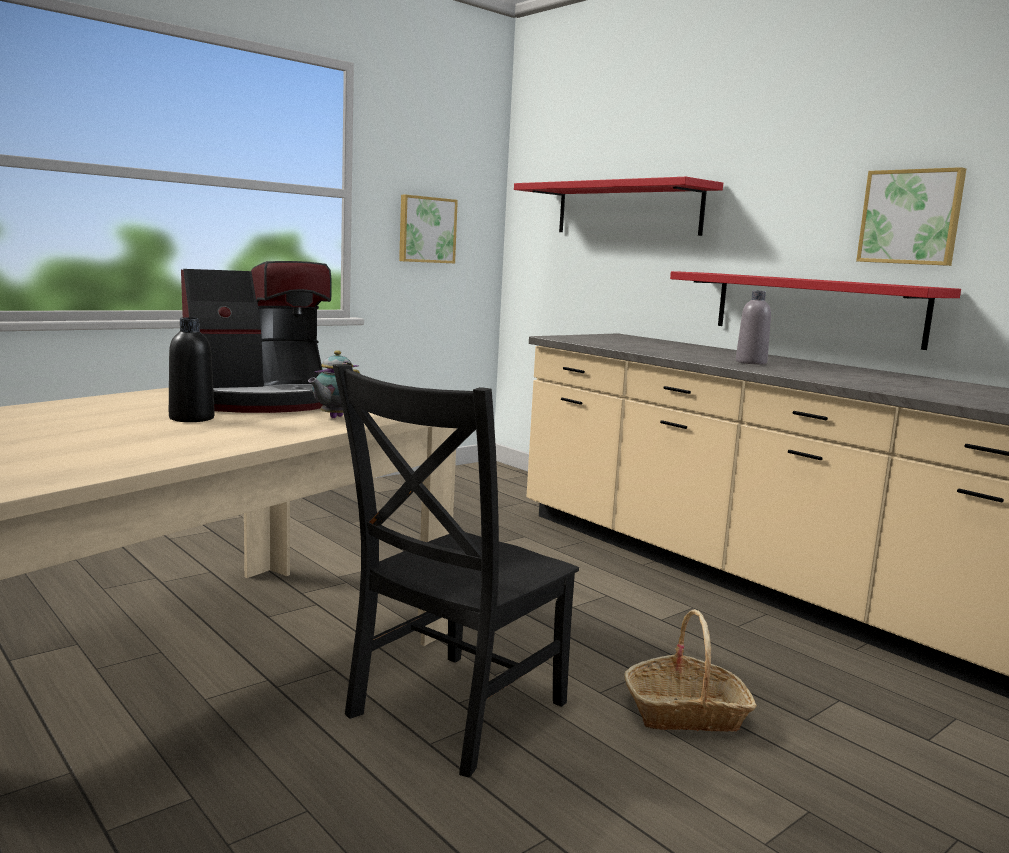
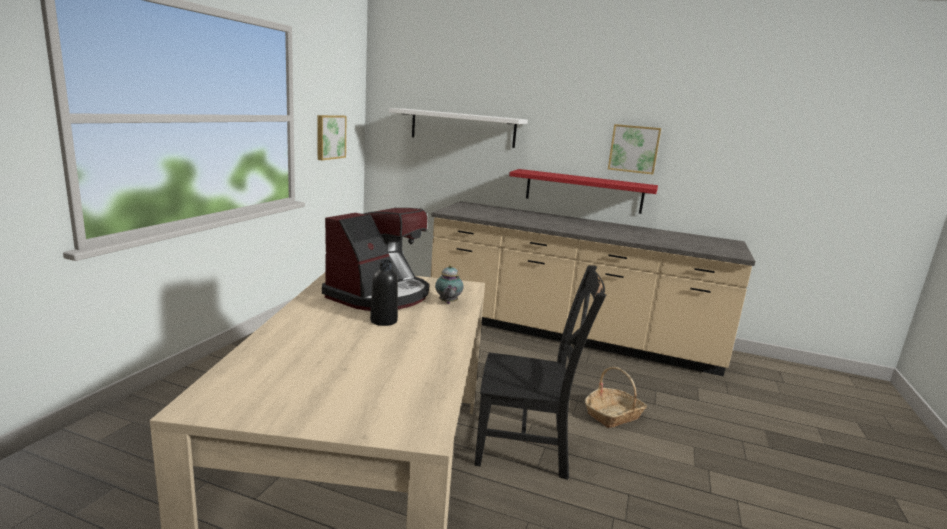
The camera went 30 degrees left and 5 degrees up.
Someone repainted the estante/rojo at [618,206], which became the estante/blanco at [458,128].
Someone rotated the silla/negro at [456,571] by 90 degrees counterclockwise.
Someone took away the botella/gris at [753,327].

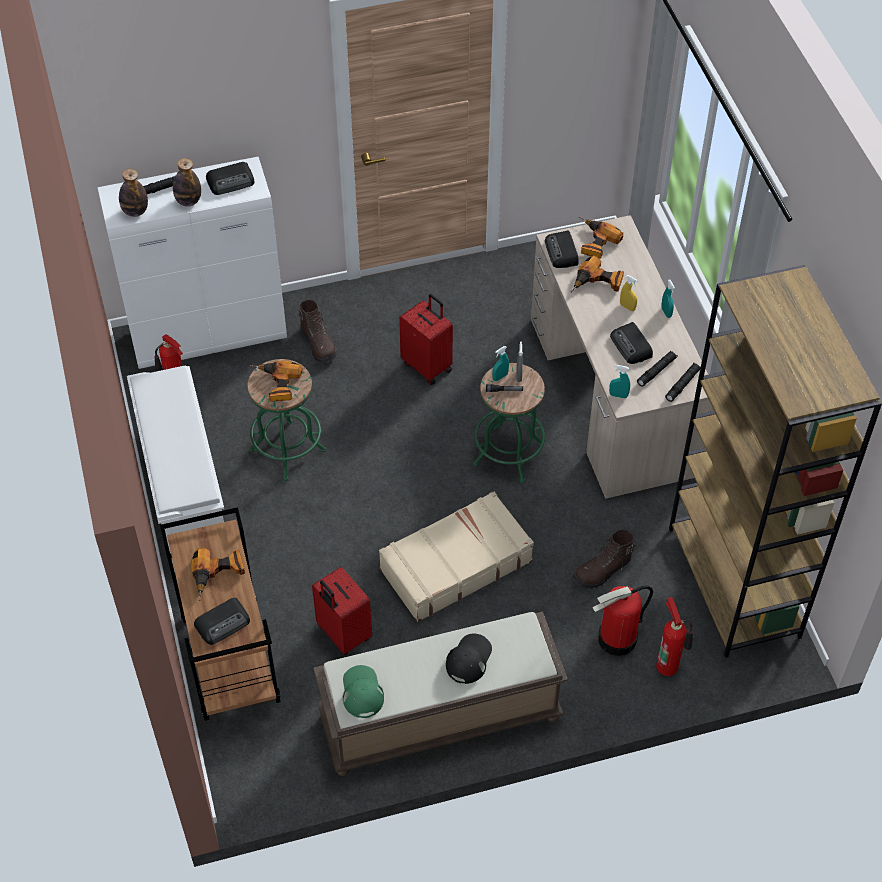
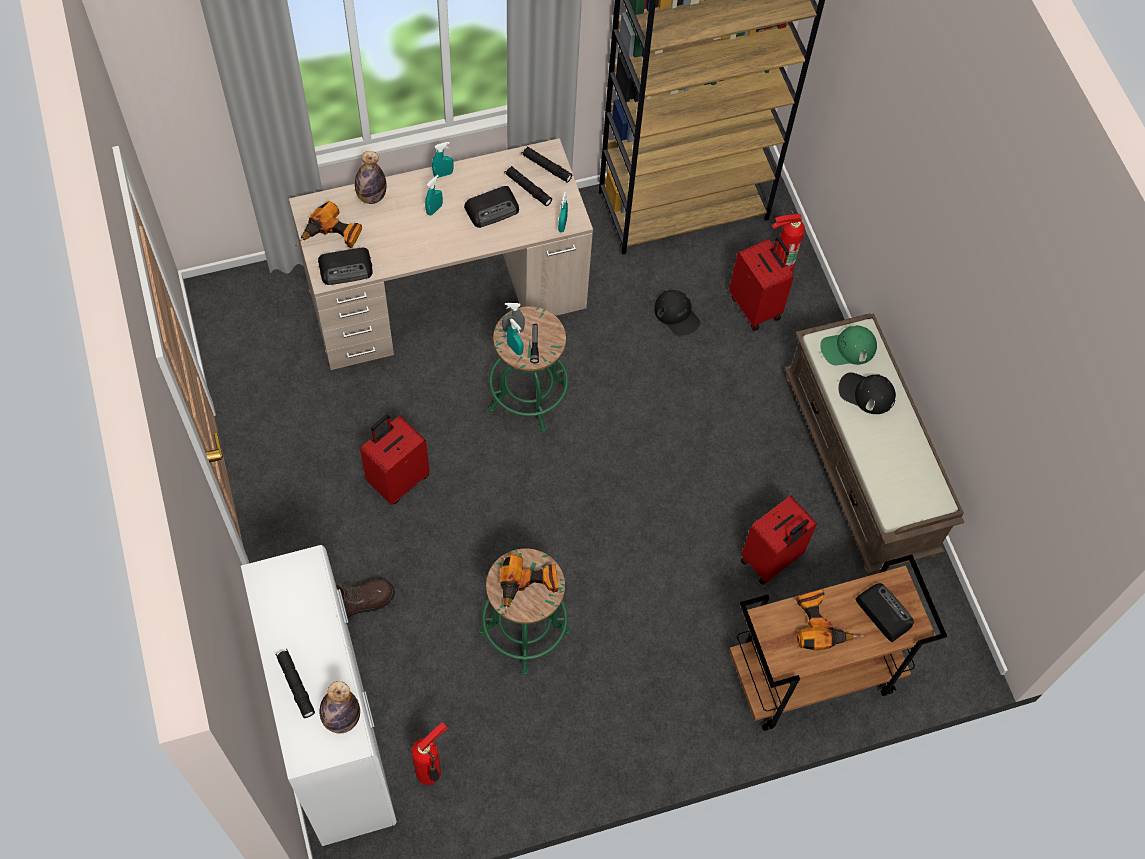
The camera went 95 degrees left and 10 degrees up.
Someone carried the botella from [187,182] to [370,177].
Someone repainted the pulverizador/amarillo at [629,293], which became the pulverizador/turquesa at [434,195].
Someone swapped the bota/marrón at [604,559] for the gorra/negro at [677,313].
Someone swapped the extintor at [622,621] for the maleta/rojo at [761,284].
Someone carried the gorra/verde from [363,691] to [848,345].
Someone took away the zapatero/blanco at [175,469].
Someone took away the radio at [230,178].
Someone took away the maleta/beis at [456,556].
Someone took away the taladro at [597,274].

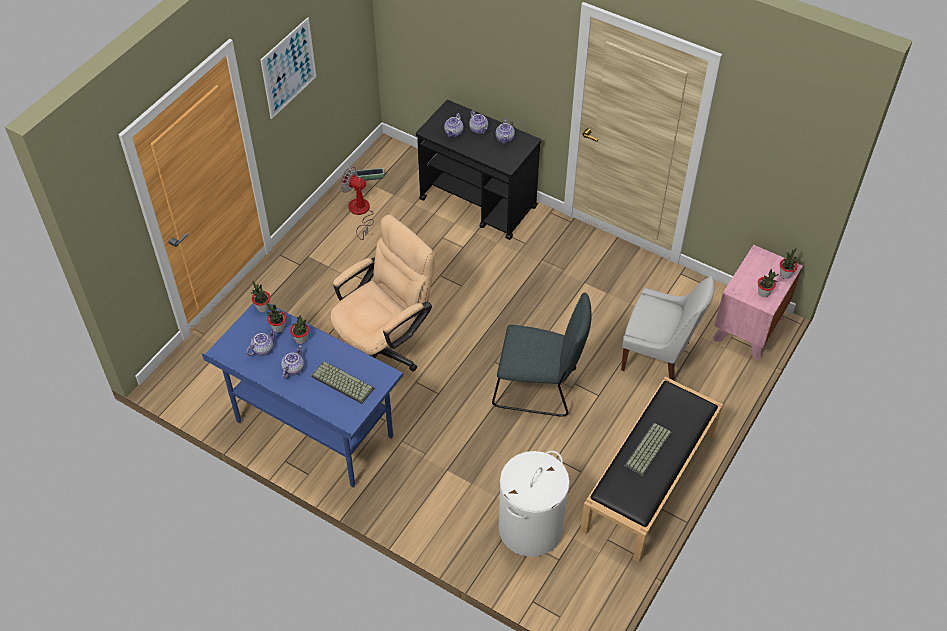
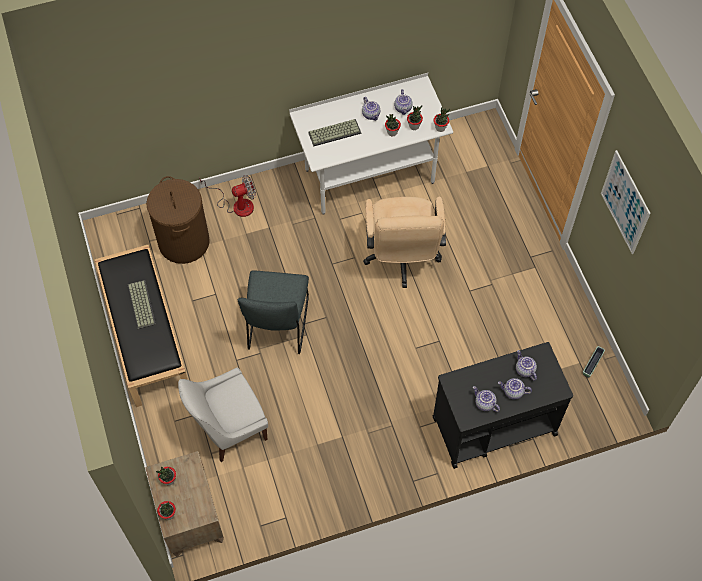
The camera went 130 degrees right and 10 degrees up.
Someone repainted the mesita de noche/rosa at [758,303], which became the mesita de noche/marrón at [184,504].
Someone repainted the cesto de la ropa/blanco at [534,504], which became the cesto de la ropa/marrón at [178,220].
Someone carried the ventilador from [357,203] to [227,196].
Someone rotated the silla/gris at [542,354] by 45 degrees counterclockwise.
Someone repainted the escritorio/azul at [303,395], which became the escritorio/blanco at [371,144].

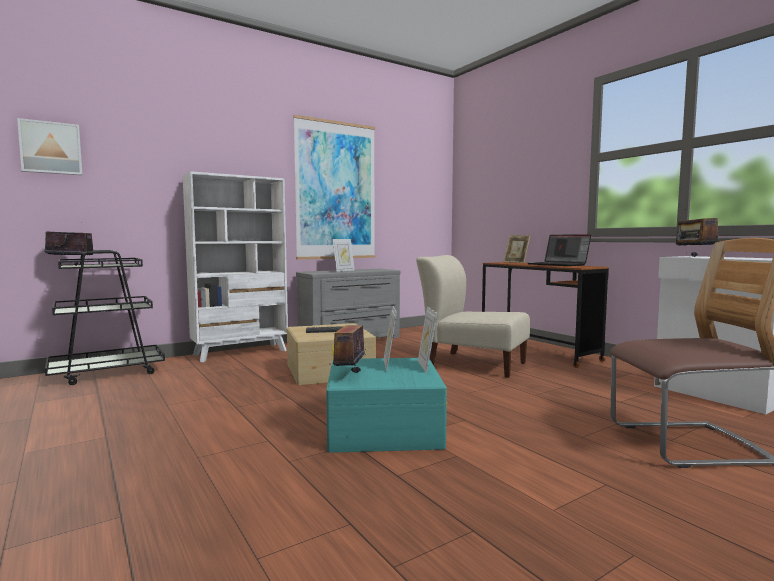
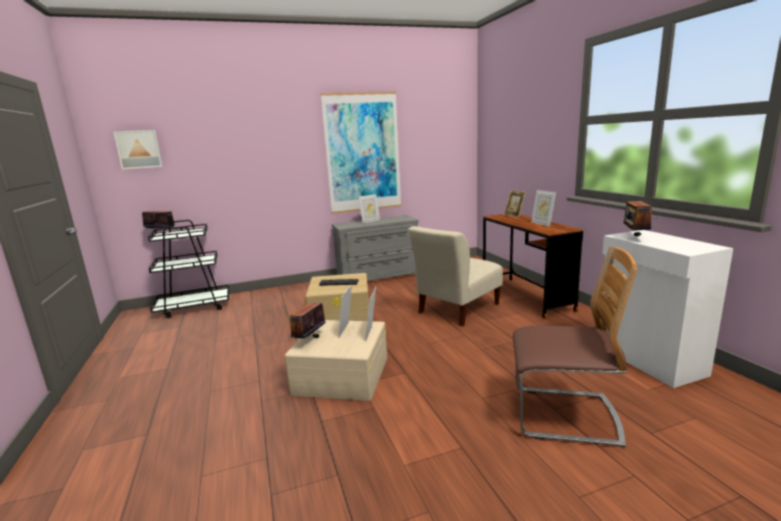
The camera went 15 degrees right and 10 degrees up.
Someone repainted the caja de almacenaje/turquesa at [386,405], which became the caja de almacenaje/beis at [336,360].
Someone rotated the silla/beis at [473,316] by 90 degrees counterclockwise.
Someone swapped the portátil at [559,250] for the portarretratos at [543,208].
Someone took away the estantería/blanco at [235,266].

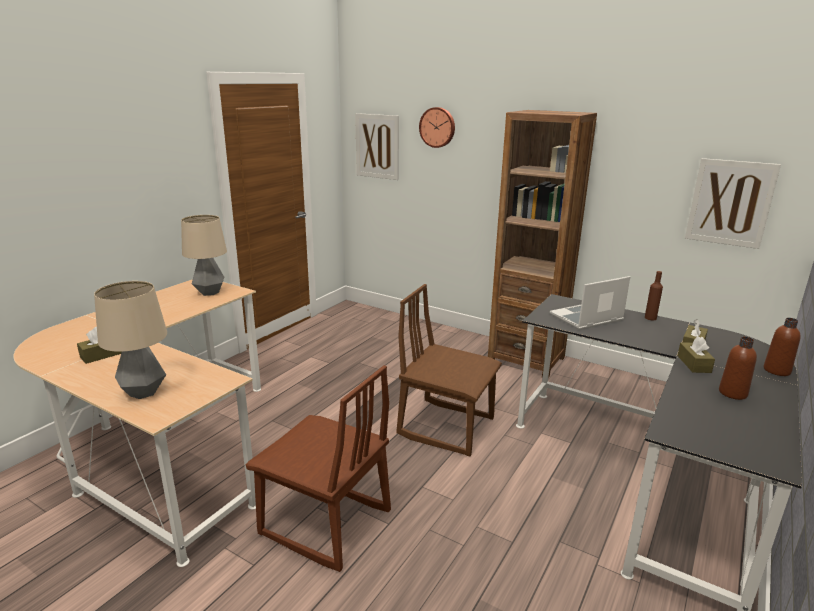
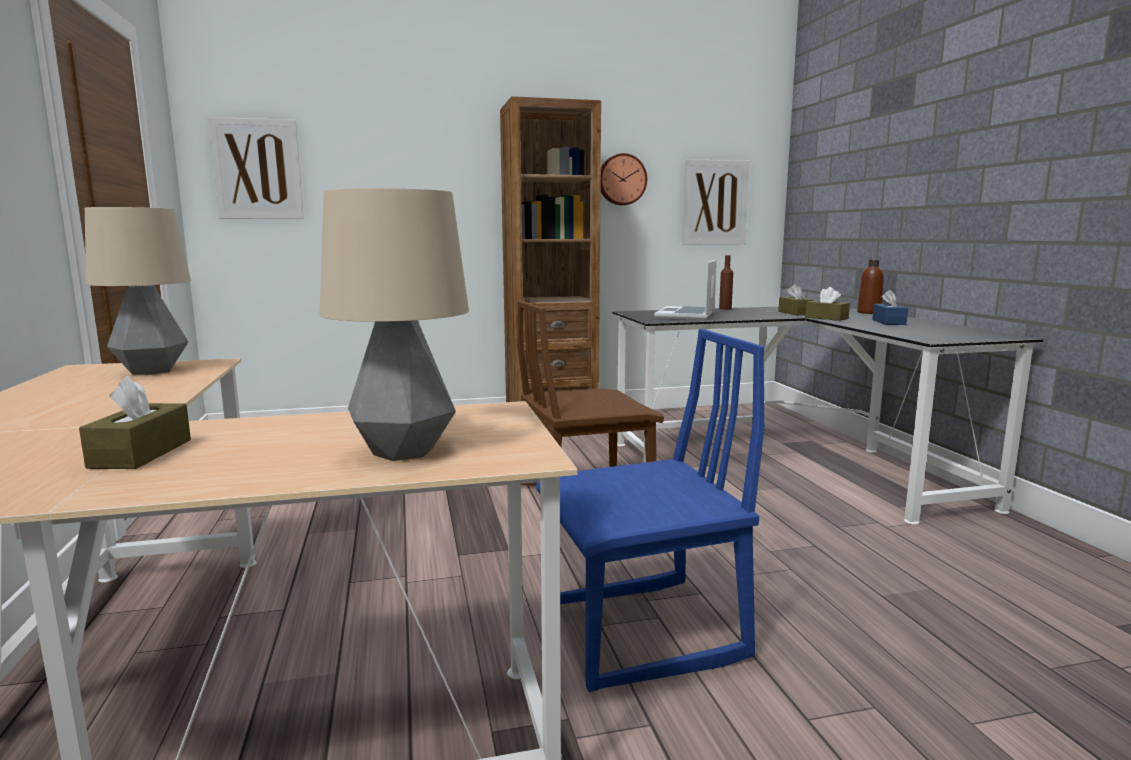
The camera went 45 degrees left and 10 degrees down.
Someone repainted the silla/marrón at [318,468], which became the silla/azul at [650,510].
Someone carried the reloj de pared from [437,127] to [623,179].
Someone swapped the botella/marrón at [738,368] for the caja de pañuelos/azul at [890,307].

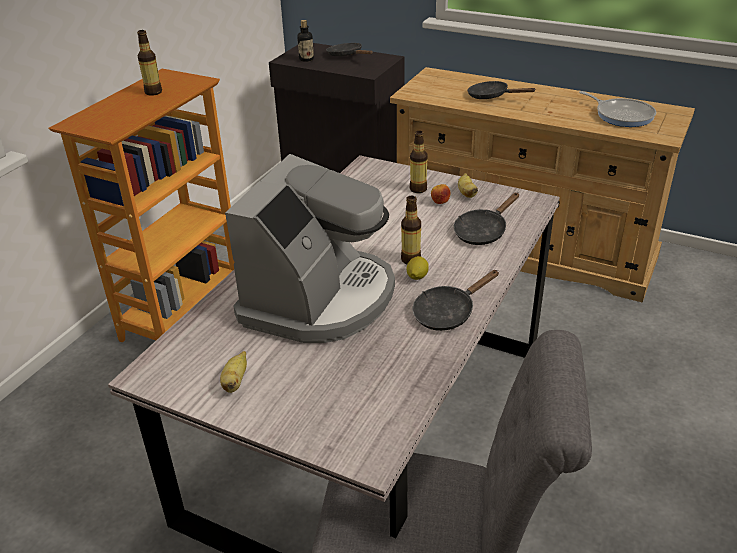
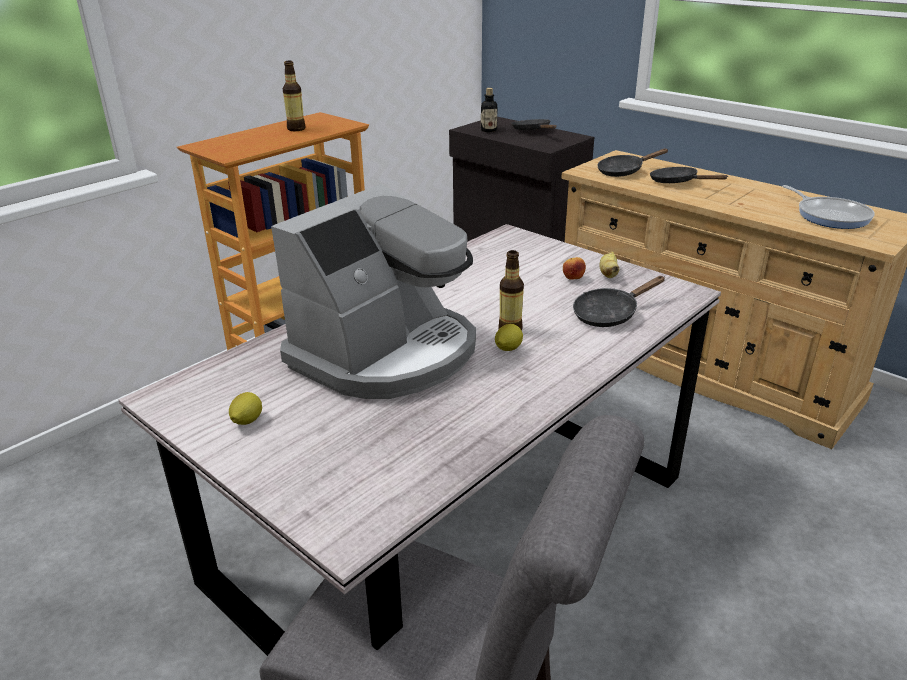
The camera went 15 degrees right and 5 degrees down.
Someone swapped the plátano at [233,372] for the limón at [245,408].
Someone carried the sartén/negro from [456,300] to [633,163].
Someone took away the botella at [419,162].

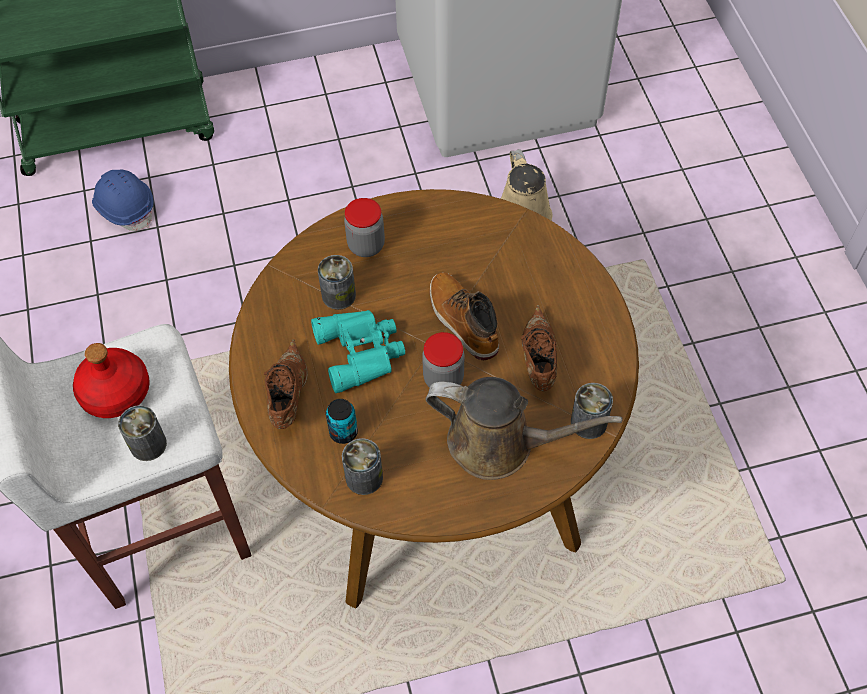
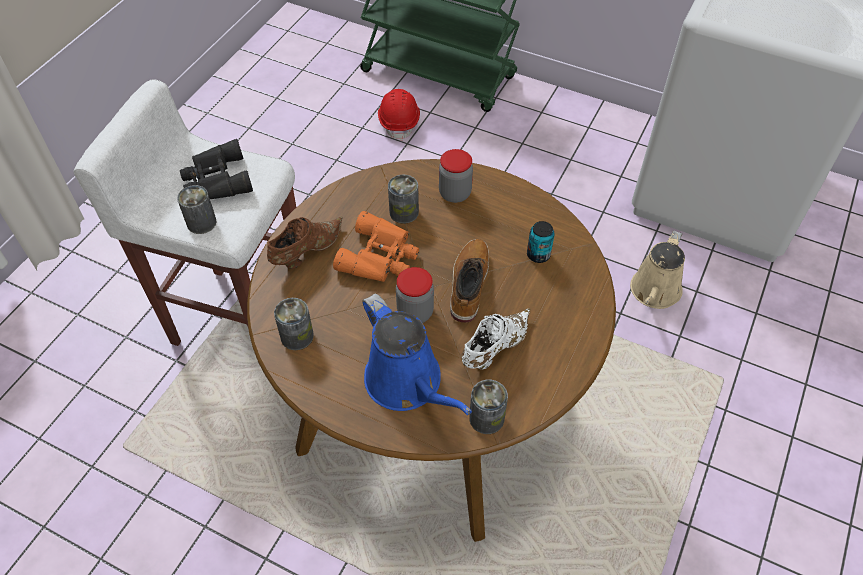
The camera went 40 degrees right and 5 degrees down.
Someone swapped the botella/rojo at [111,380] for the prismáticos/negro at [216,169].
Someone repainted the prismáticos/turquesa at [358,351], which became the prismáticos/naranja at [376,246].
Someone repainted the regadera/marrón at [524,428], which became the regadera/azul at [417,354].
Someone repainted the casco/azul at [123,200], which became the casco/rojo at [399,115].
Someone repainted the zapato/marrón at [539,348], which became the zapato/blanco at [496,338].
Someone carried the lata from [342,421] to [541,242].

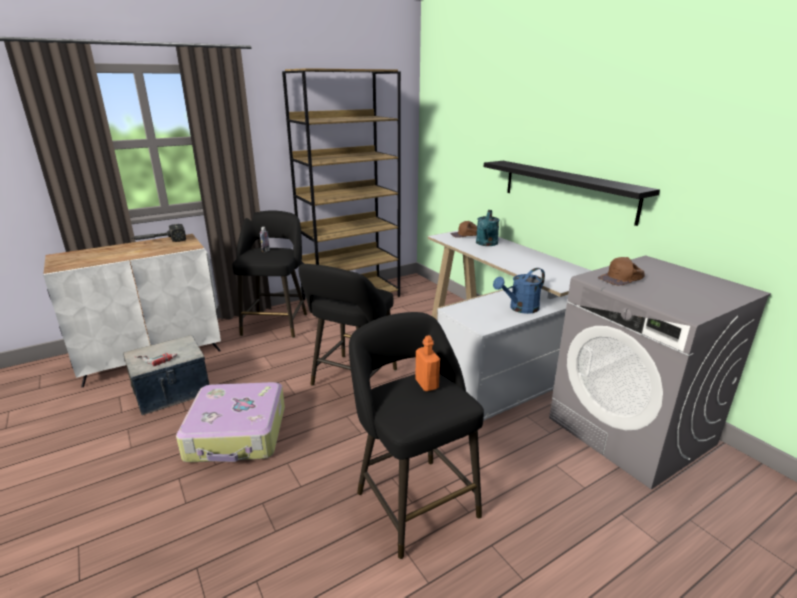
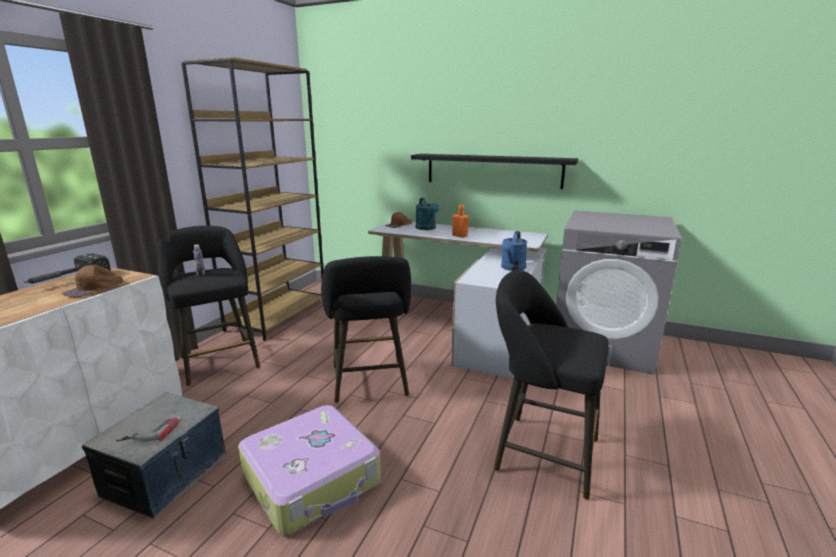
The camera went 35 degrees left and 5 degrees down.
Someone carried the gorra/marrón from [621,271] to [92,281].
Someone carried the botella/naranja from [427,363] to [460,221].

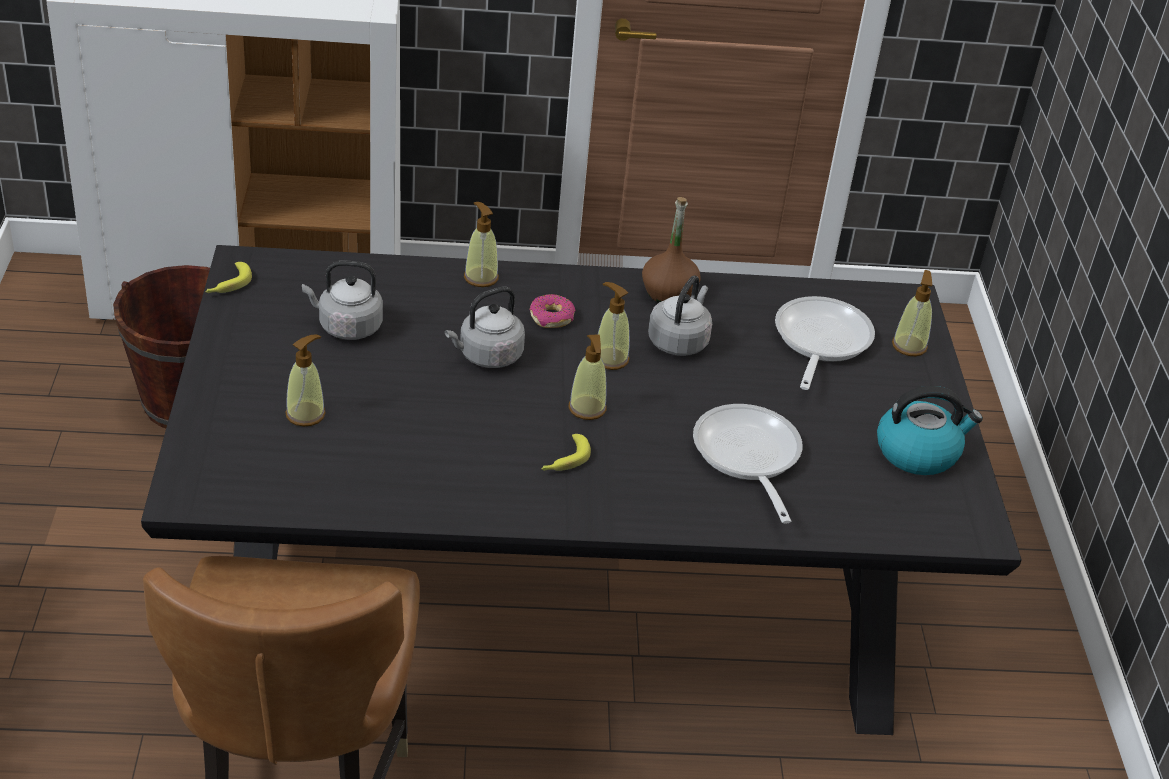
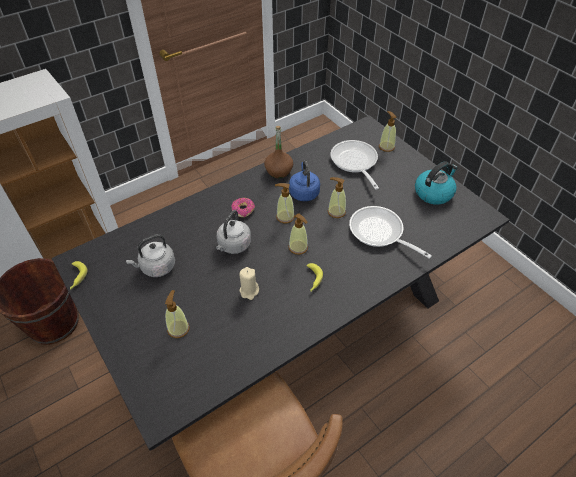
The camera went 30 degrees left and 10 degrees up.
Someone put down the vela/beis at [249,283].
Someone repainted the hervidor/gris at [680,315], which became the hervidor/azul at [304,180].
Someone carried the dispensador de jabón from [481,244] to [337,197].

